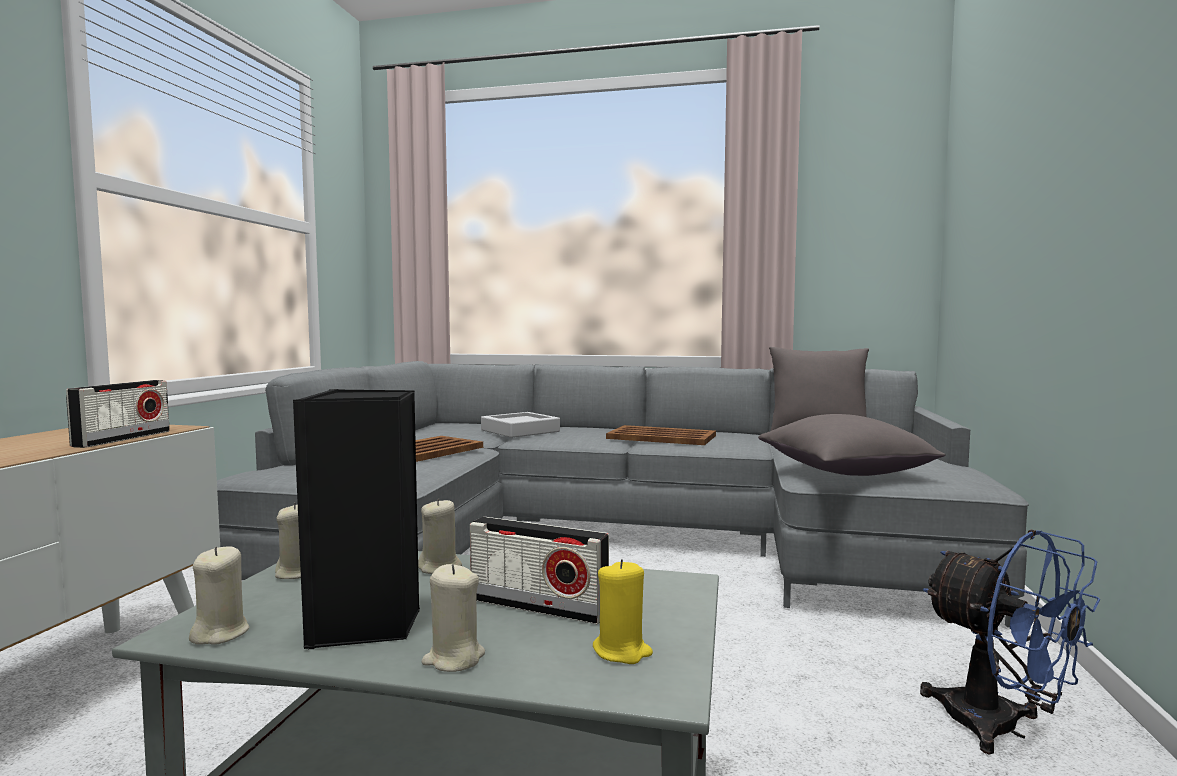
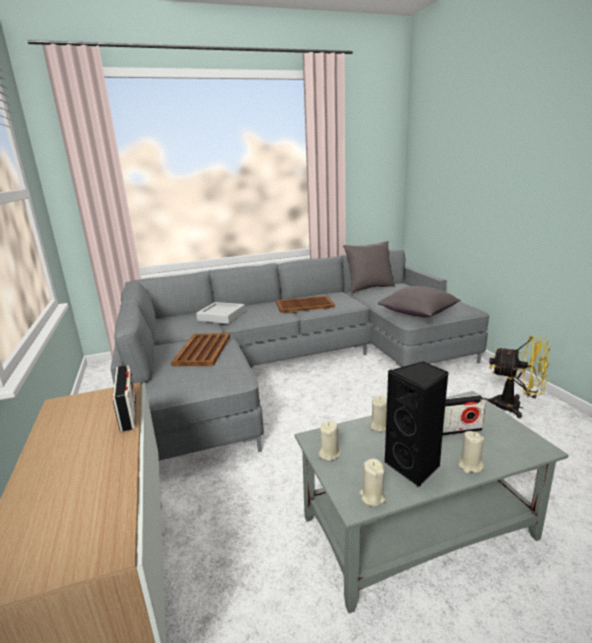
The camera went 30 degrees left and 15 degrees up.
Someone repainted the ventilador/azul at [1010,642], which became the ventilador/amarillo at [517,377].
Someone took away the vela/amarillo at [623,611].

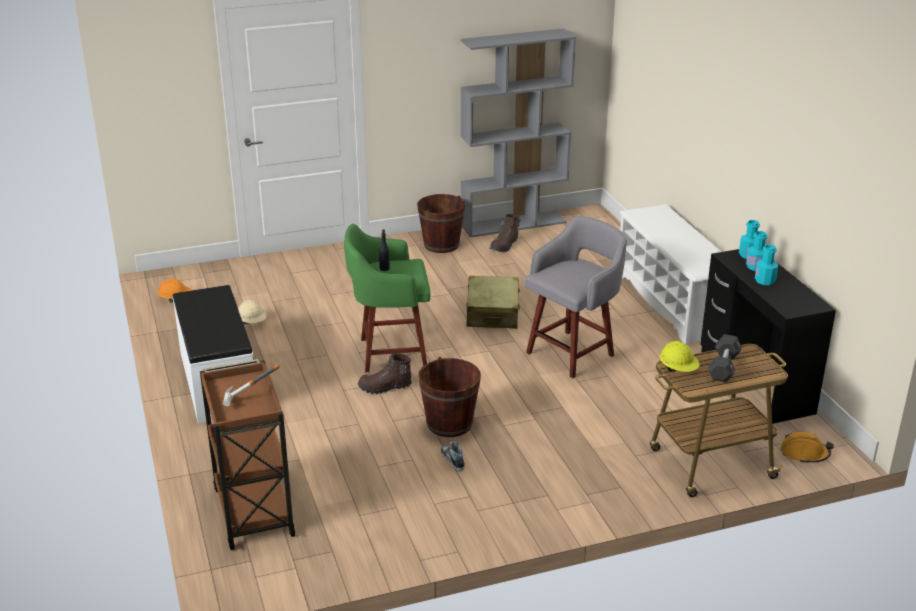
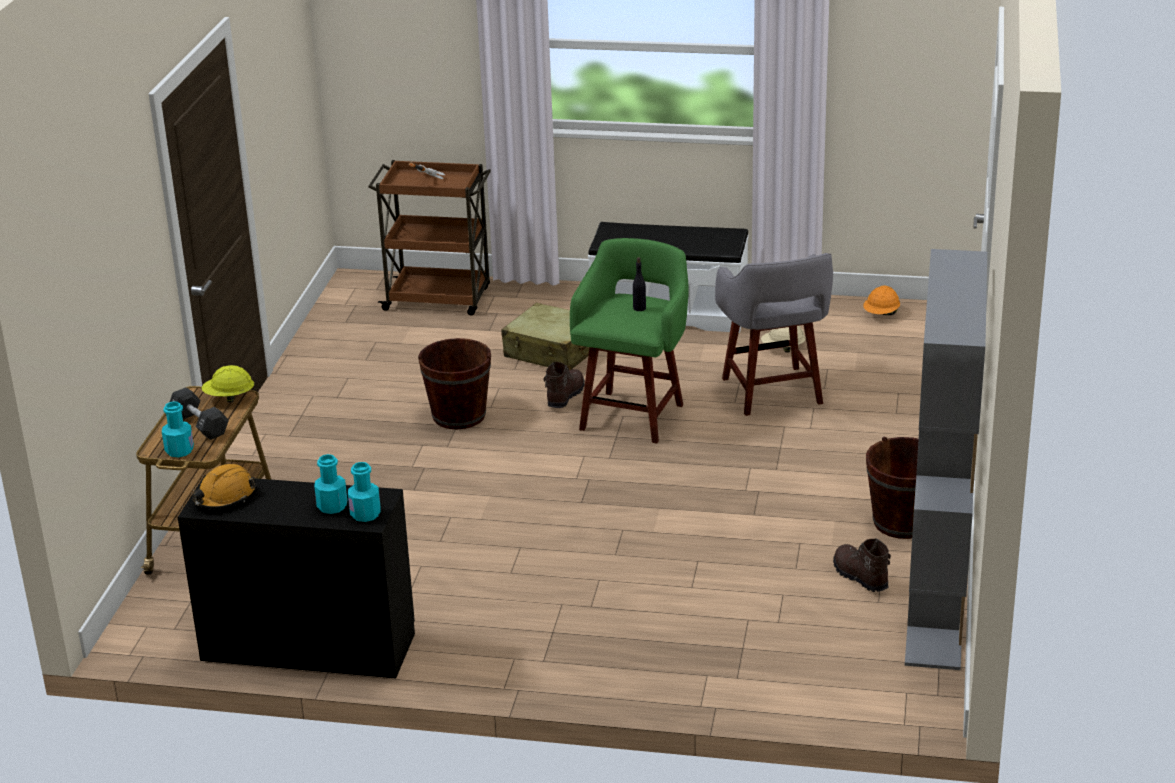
The camera went 120 degrees right and 0 degrees up.
Someone carried the botella/turquesa from [766,264] to [178,429].
Someone carried the casco/naranja from [807,447] to [224,486].
Someone carried the maleta/beis from [493,302] to [545,336].
Someone carried the taburete/gris from [576,297] to [774,334].
Someone took away the zapato at [453,456].
Someone took away the zapatero/blanco at [671,274].

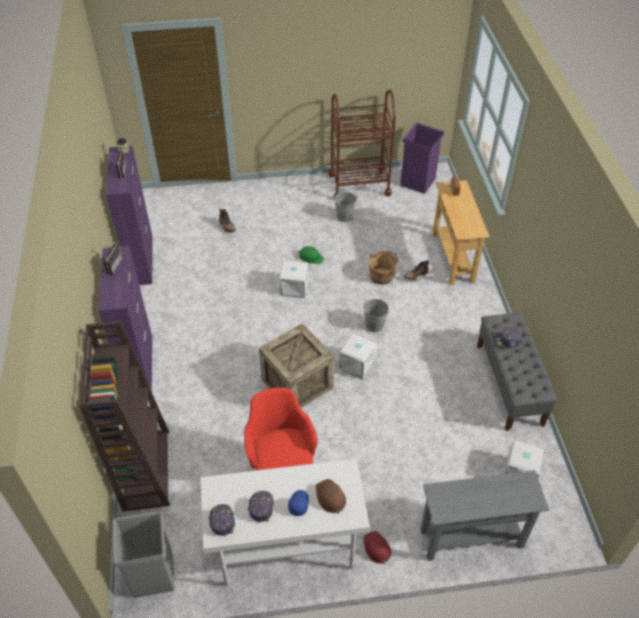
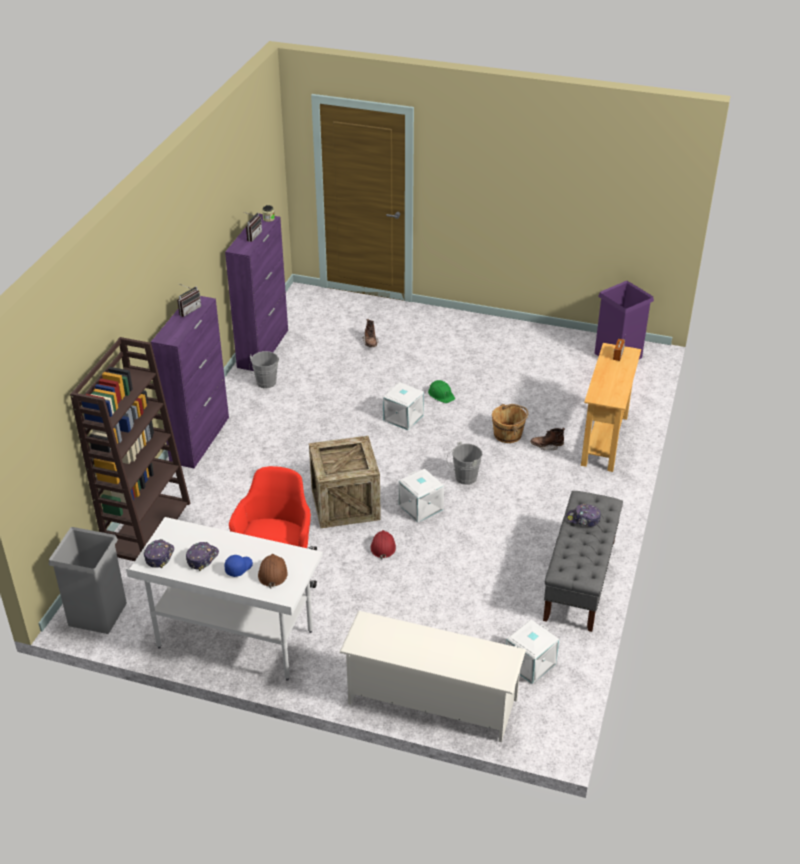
The camera went 25 degrees right and 10 degrees down.
Someone carried the cubo/gris from [346,207] to [264,369].
Someone swapped the mesa consola/gris at [484,515] for the zapatero/blanco at [432,676].
Someone carried the casco/rojo from [377,547] to [383,545].
Someone took away the carrito/marrón at [362,143].

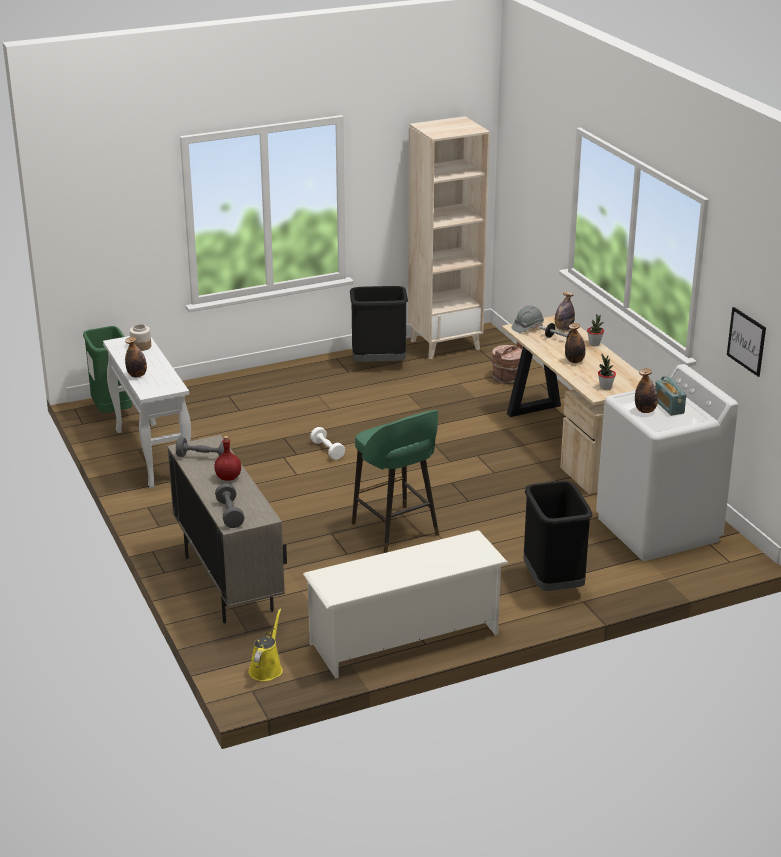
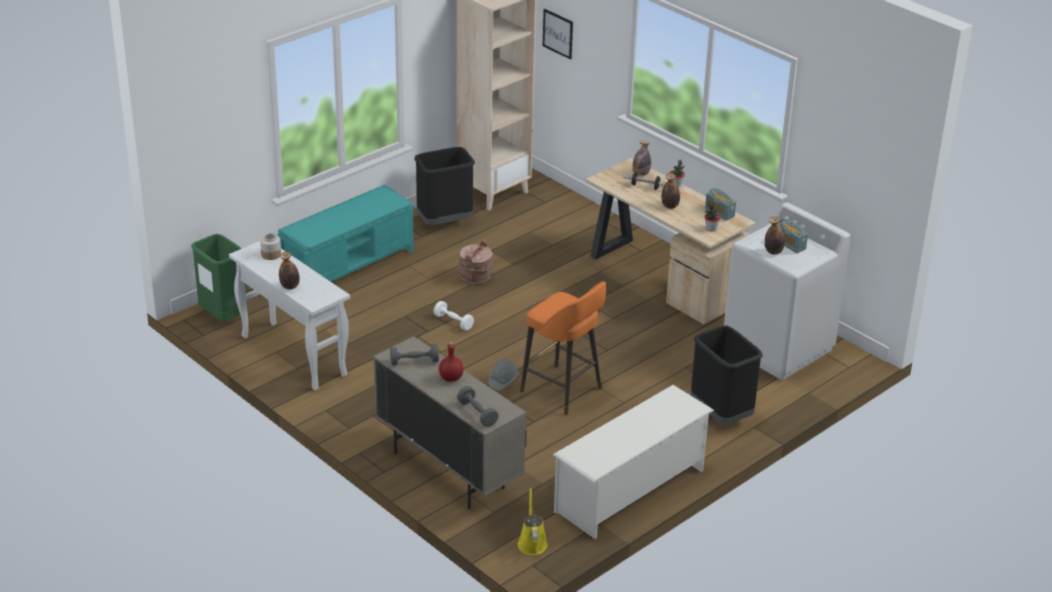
The camera went 20 degrees left and 5 degrees up.
Someone put down the banco/turquesa at [345,233].
Someone carried the cubo/marrón from [507,363] to [476,262].
Someone carried the casco/gris from [528,319] to [503,374].
Someone repainted the taburete/verde at [395,481], which became the taburete/naranja at [563,348].
Someone carried the cuadro from [746,342] to [558,34].
Someone put down the radio at [720,204].

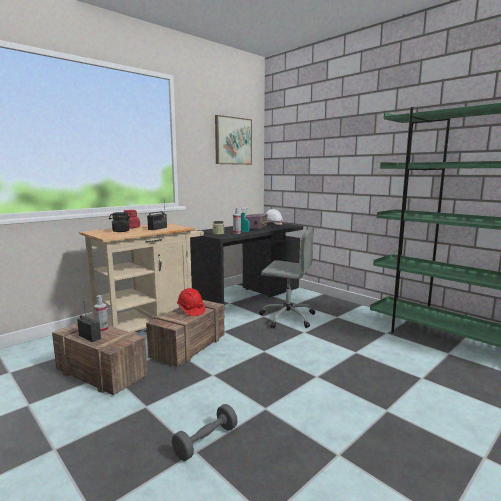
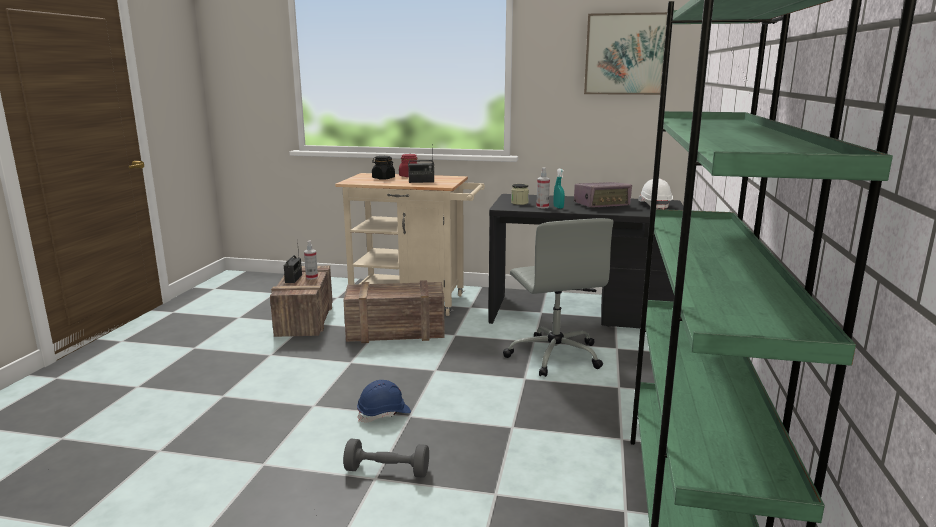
The camera went 55 degrees right and 5 degrees up.
Someone carried the mancuerna/gris from [205,432] to [386,458].
Someone put down the casco/azul at [384,401].
Someone took away the casco/rojo at [191,302].

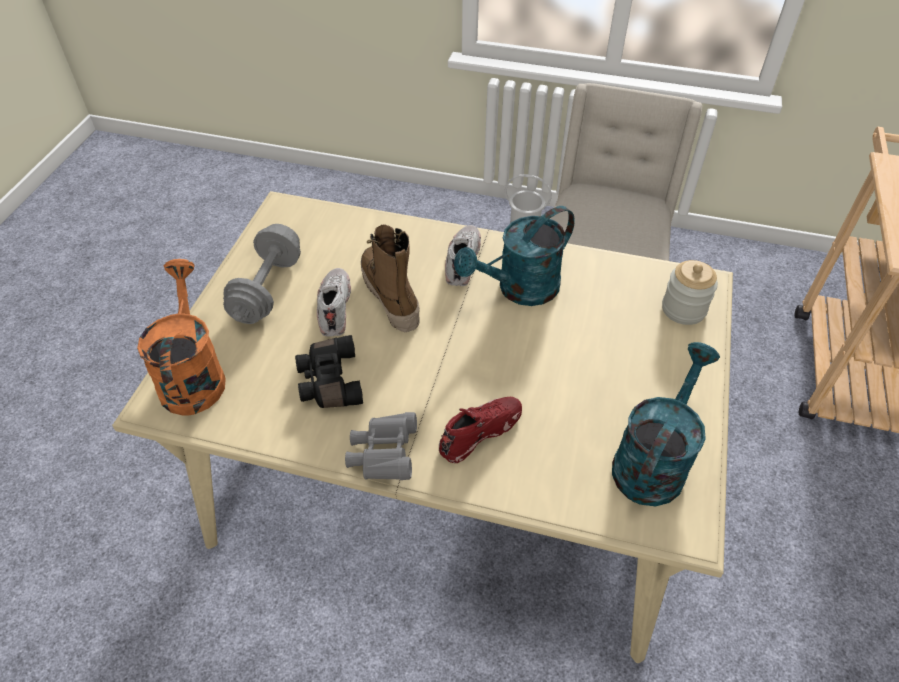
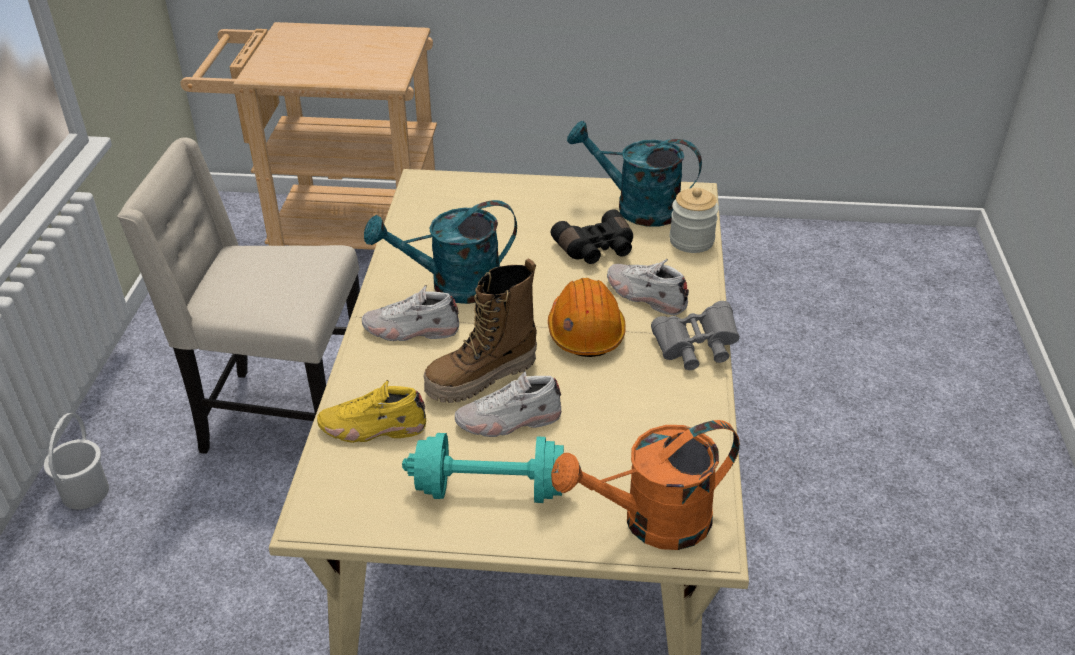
The camera went 100 degrees left and 10 degrees down.
Someone put down the zapato/amarillo at [371,411].
Someone rotated the regadera/turquesa at [514,256] by 120 degrees clockwise.
Someone repainted the mancuerna/gris at [262,274], which became the mancuerna/turquesa at [483,468].
Someone put down the casco/naranja at [587,317].
Someone carried the prismáticos/negro from [329,371] to [592,236].
Someone repainted the zapato/rojo at [480,430], which became the zapato/blanco at [648,287].
Someone carried the tarro from [690,292] to [694,220].

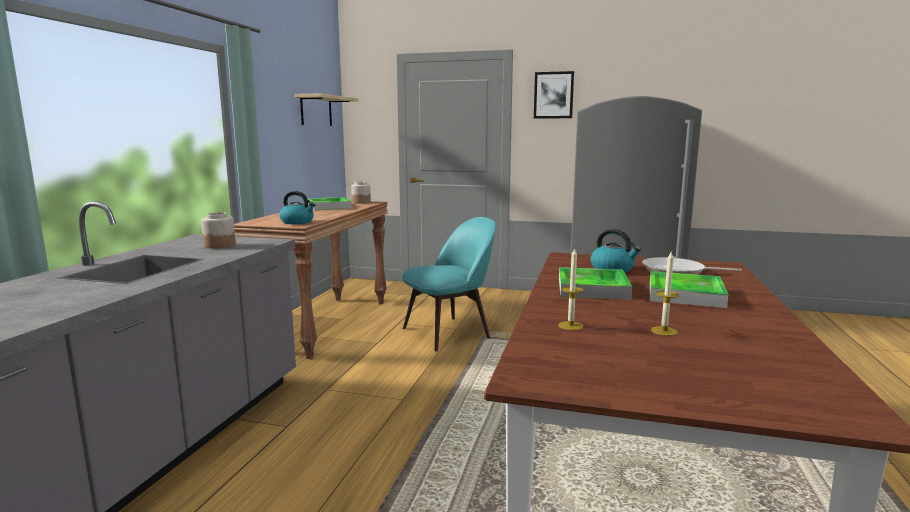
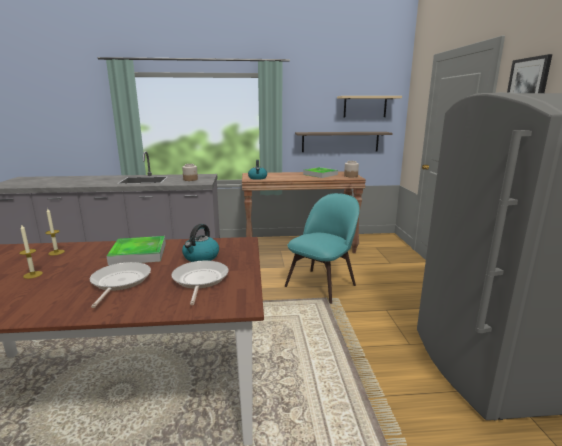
The camera went 70 degrees right and 5 degrees up.
Someone swapped the bandeja at [689,289] for the sartén at [120,285].
Someone rotated the silla/turquesa at [448,284] by 90 degrees counterclockwise.
Someone put up the estante at [344,142].

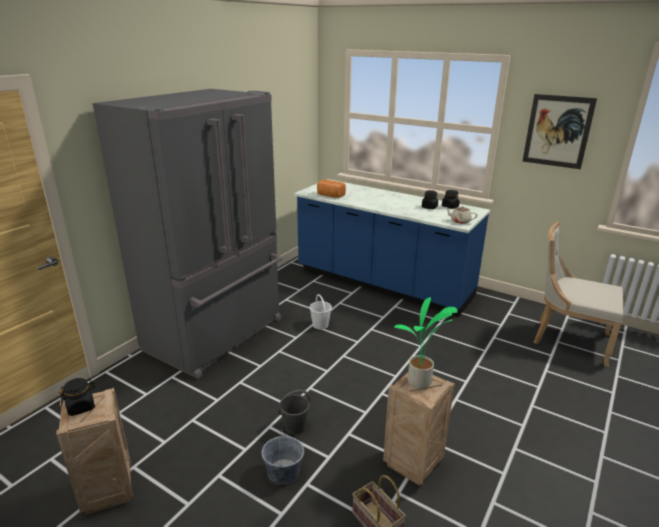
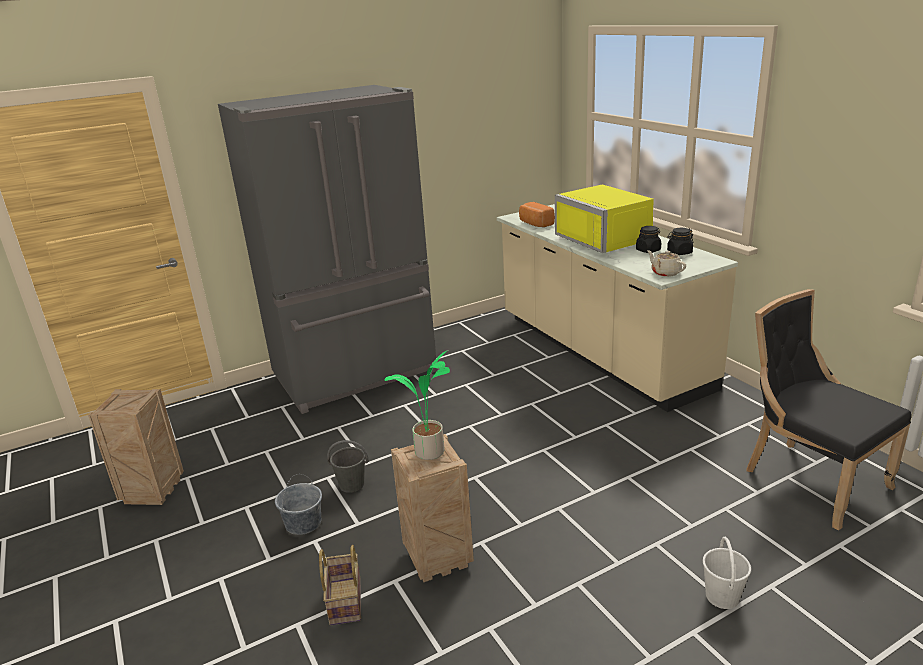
The camera went 30 degrees right and 0 degrees up.
Someone repainted the mueble bajo de cocina/azul at [392,247], which became the mueble bajo de cocina/beis at [617,308].
Someone put down the microondas/amarillo at [604,218].
Someone carried the cubo/blanco from [320,311] to [727,573].
Someone repainted the silla/beis at [578,294], which became the silla/negro at [829,410].
Someone took away the tarro/negro at [77,397].
Someone took away the cuadro at [560,131].

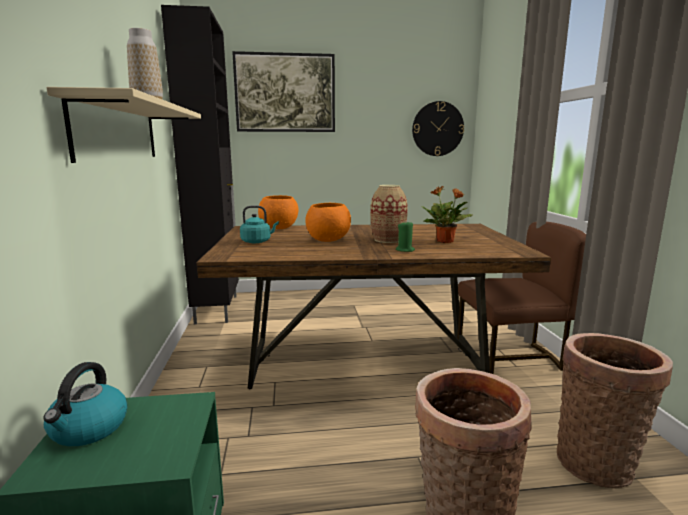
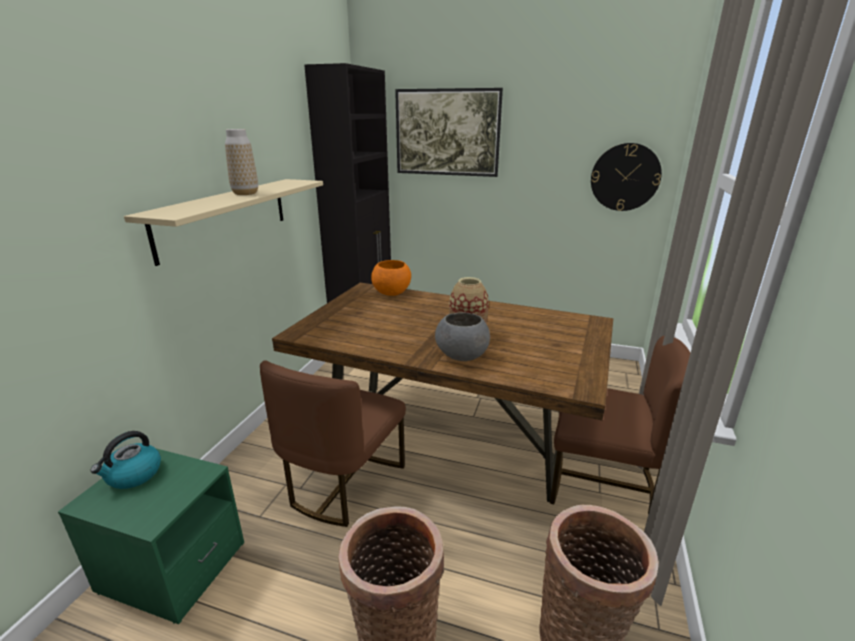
The camera went 25 degrees right and 10 degrees up.
Someone put down the silla/marrón at [333,443].
Someone swapped the vela/verde at [405,237] for the cuenco/gris at [462,337].
Someone took away the hervidor/turquesa at [259,224].
Someone took away the cuenco/naranja at [328,222].
Someone took away the planta en maceta at [447,214].

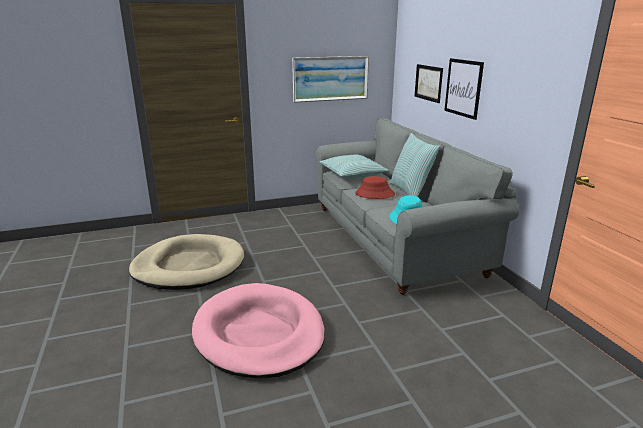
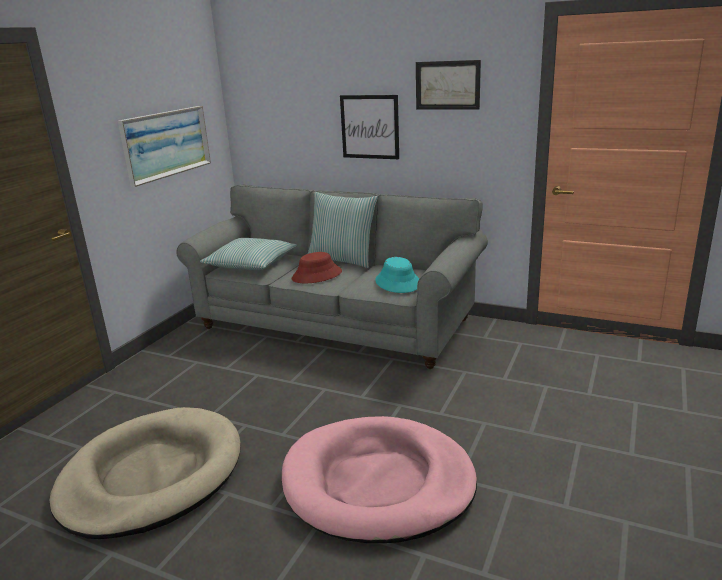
The camera went 45 degrees left and 0 degrees up.
Someone carried the cuadro from [428,83] to [448,85].

